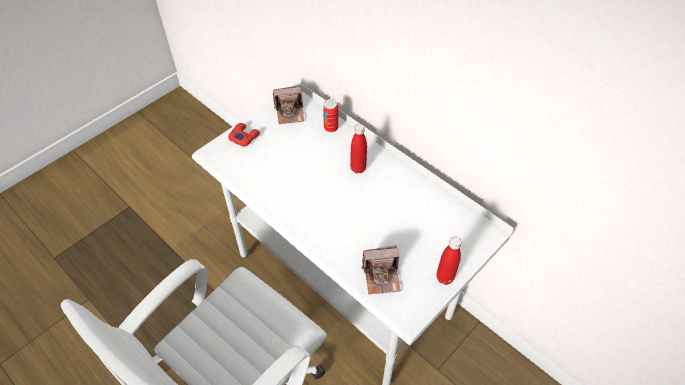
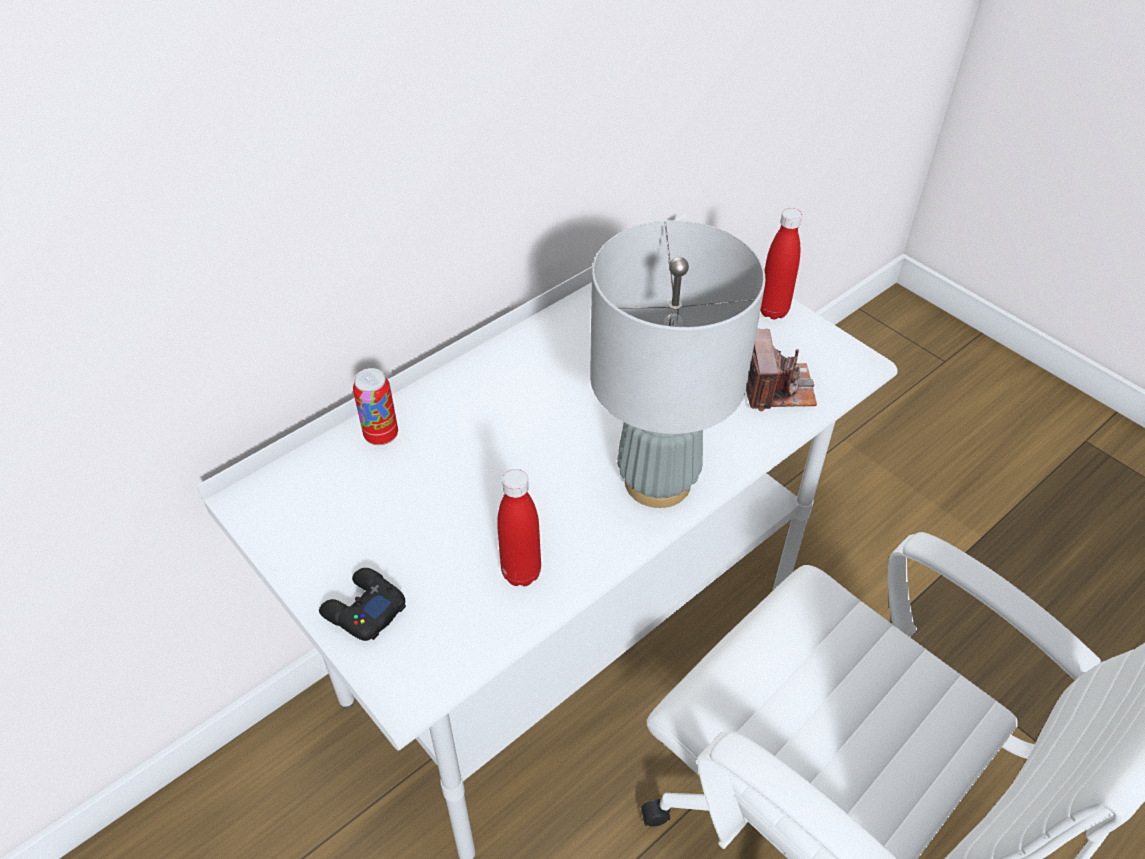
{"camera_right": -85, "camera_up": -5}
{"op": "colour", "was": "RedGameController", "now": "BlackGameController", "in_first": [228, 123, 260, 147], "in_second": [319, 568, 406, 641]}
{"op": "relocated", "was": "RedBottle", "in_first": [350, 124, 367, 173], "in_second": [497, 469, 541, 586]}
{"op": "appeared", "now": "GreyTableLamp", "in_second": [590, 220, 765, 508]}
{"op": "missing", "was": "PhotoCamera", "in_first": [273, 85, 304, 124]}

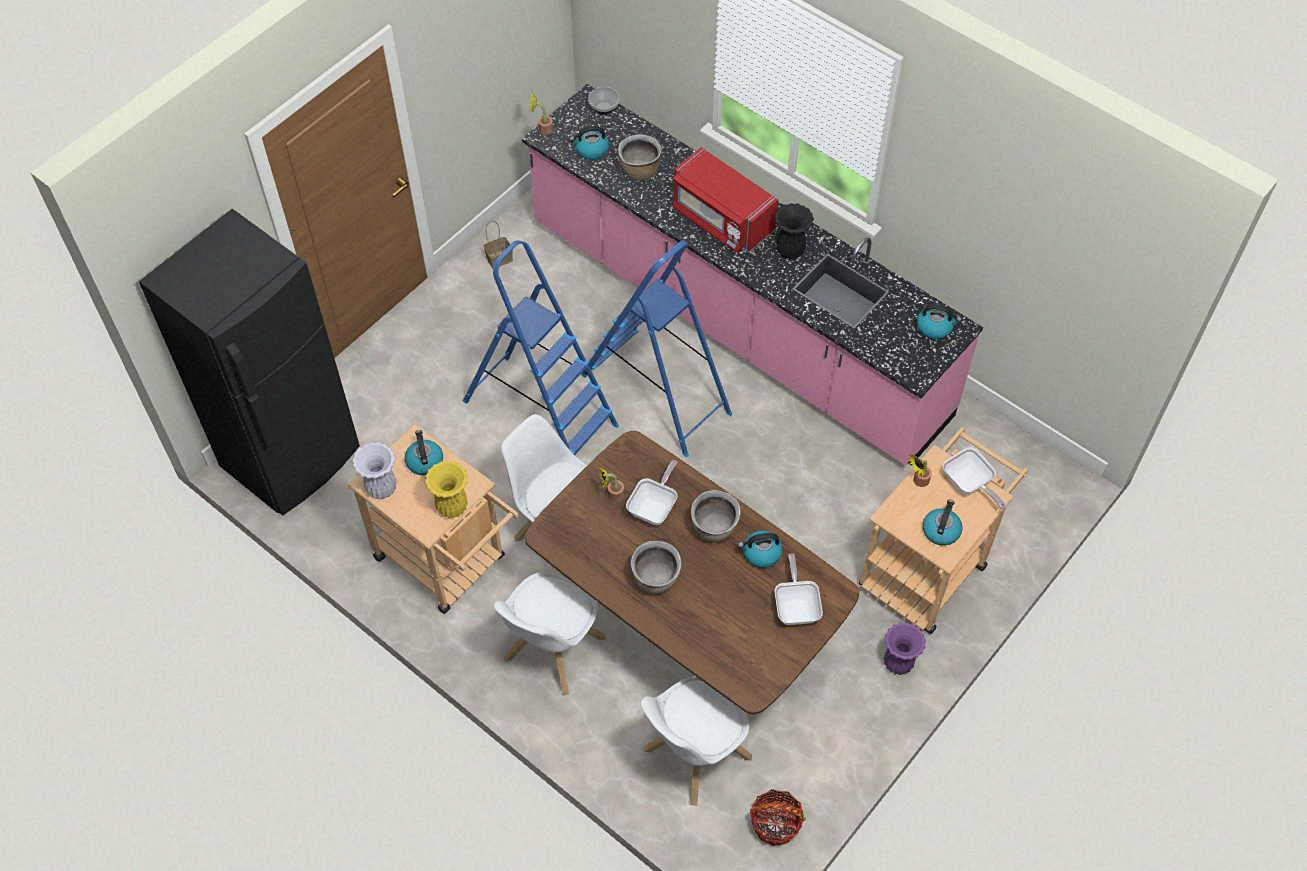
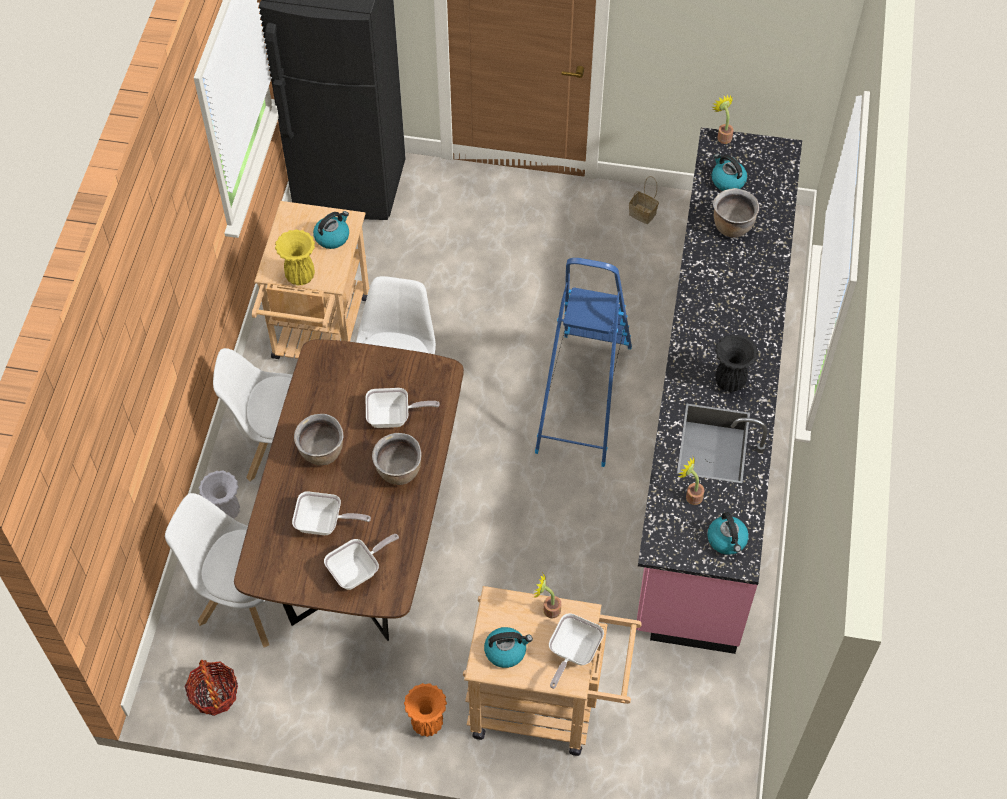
{"camera_right": 60, "camera_up": 0}
{"op": "relocated", "was": "WhiteVase", "in_first": [352, 442, 397, 499], "in_second": [199, 470, 240, 519]}
{"op": "appeared", "now": "FryingPan", "in_second": [292, 491, 371, 535]}
{"op": "colour", "was": "PurpleVase", "now": "OrangeVase", "in_first": [884, 623, 926, 675], "in_second": [404, 683, 447, 737]}
{"op": "relocated", "was": "PottedPlant", "in_first": [596, 465, 624, 502], "in_second": [678, 458, 705, 505]}
{"op": "missing", "was": "BlueStepLadder", "in_first": [463, 240, 619, 455]}
{"op": "missing", "was": "Bowl", "in_first": [588, 87, 619, 115]}
{"op": "missing", "was": "RedMicrowave", "in_first": [672, 147, 778, 253]}
{"op": "missing", "was": "Kettle", "in_first": [738, 531, 783, 568]}

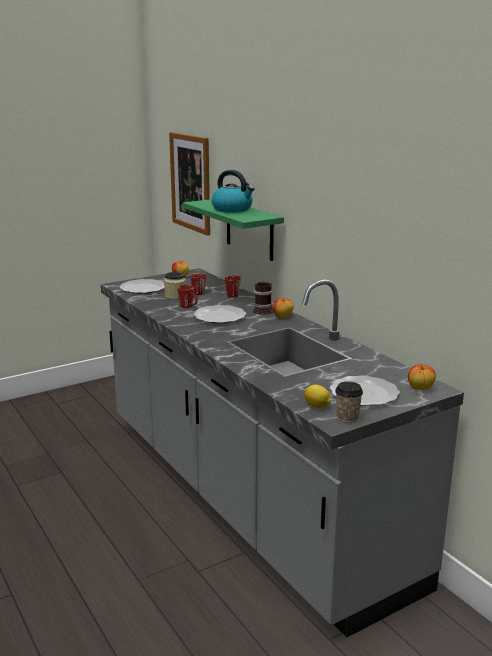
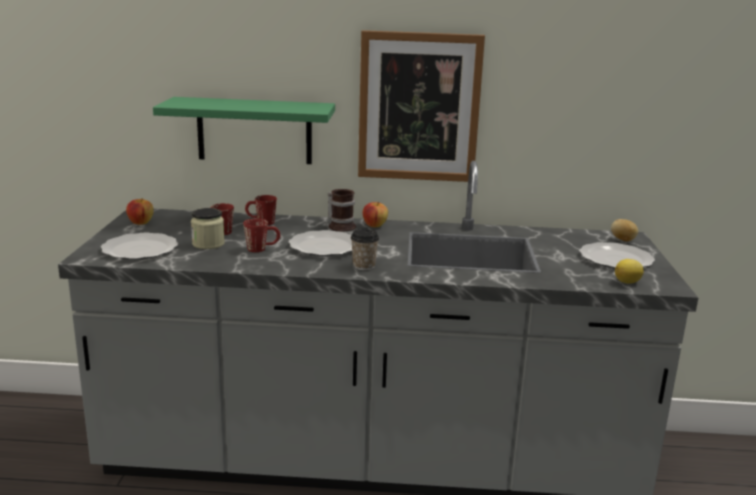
{"camera_right": -55, "camera_up": 0}
{"op": "relocated", "was": "Cup", "in_first": [335, 382, 363, 423], "in_second": [351, 229, 379, 270]}
{"op": "relocated", "was": "Picture", "in_first": [169, 132, 210, 236], "in_second": [358, 30, 485, 182]}
{"op": "exchanged", "was": "Apple", "now": "Potato", "in_first": [408, 364, 436, 390], "in_second": [611, 219, 638, 241]}
{"op": "missing", "was": "Kettle", "in_first": [212, 170, 255, 213]}

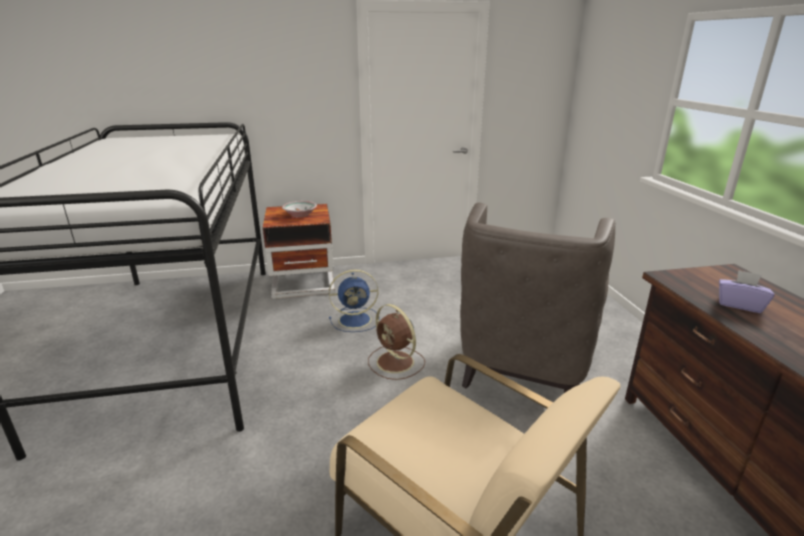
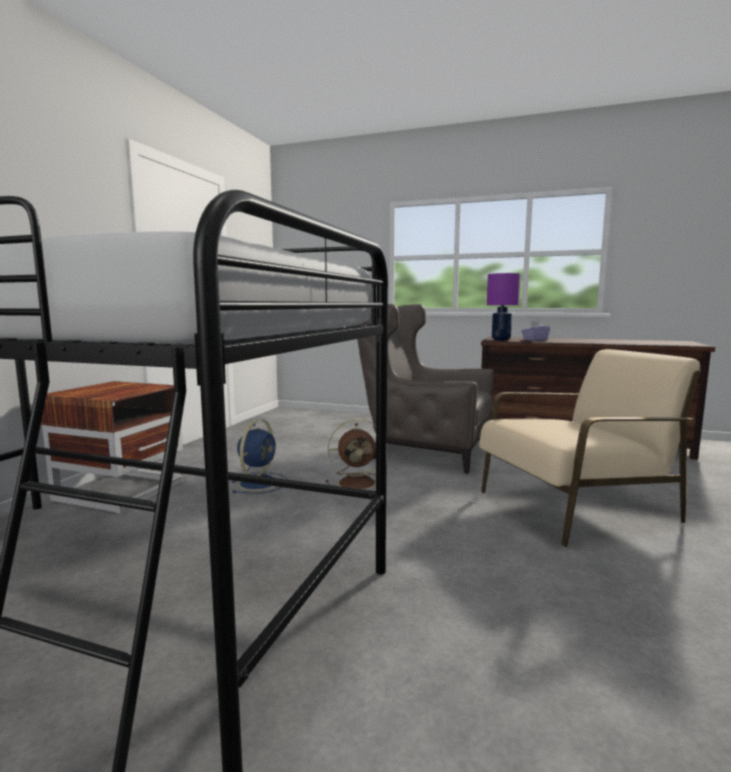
{"camera_right": -60, "camera_up": -15}
{"op": "spun", "was": "GreyArmchair", "in_first": [460, 203, 615, 393], "in_second": [357, 304, 494, 474], "clockwise": 150}
{"op": "appeared", "now": "PurpleTableLamp", "in_second": [487, 273, 521, 340]}
{"op": "missing", "was": "Bowl", "in_first": [282, 201, 317, 218]}

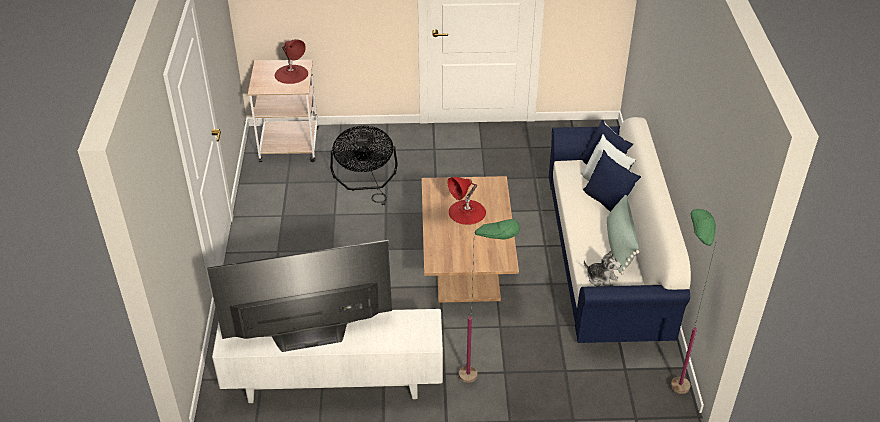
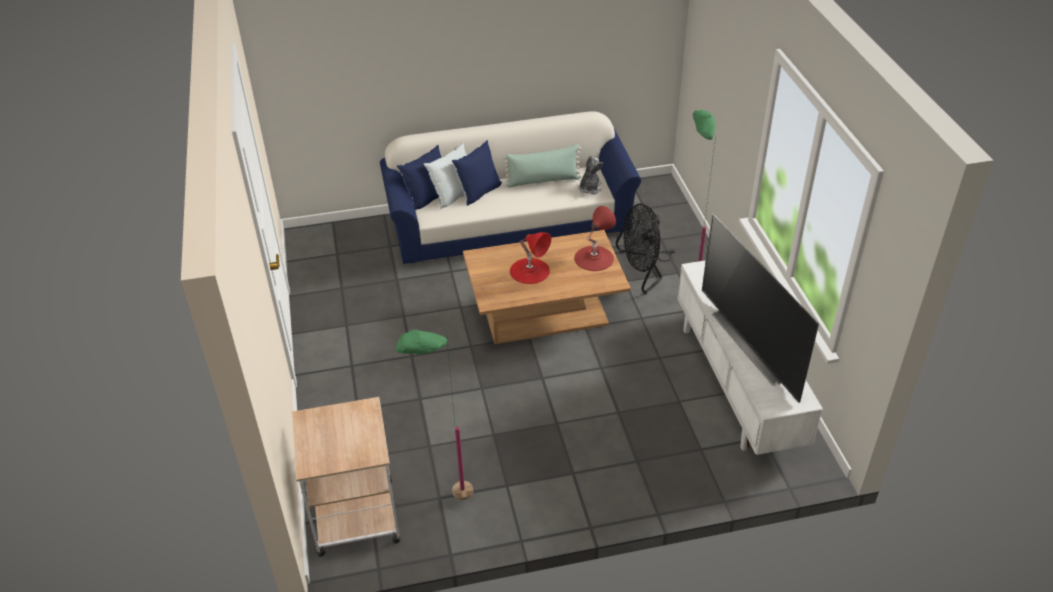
{"camera_right": -100, "camera_up": 0}
{"op": "relocated", "was": "GreenFloorLamp", "in_first": [671, 209, 716, 394], "in_second": [396, 330, 473, 500]}
{"op": "relocated", "was": "RedTableLamp", "in_first": [275, 39, 308, 84], "in_second": [574, 206, 616, 271]}
{"op": "relocated", "was": "BlackFan", "in_first": [330, 126, 398, 206], "in_second": [616, 203, 676, 295]}

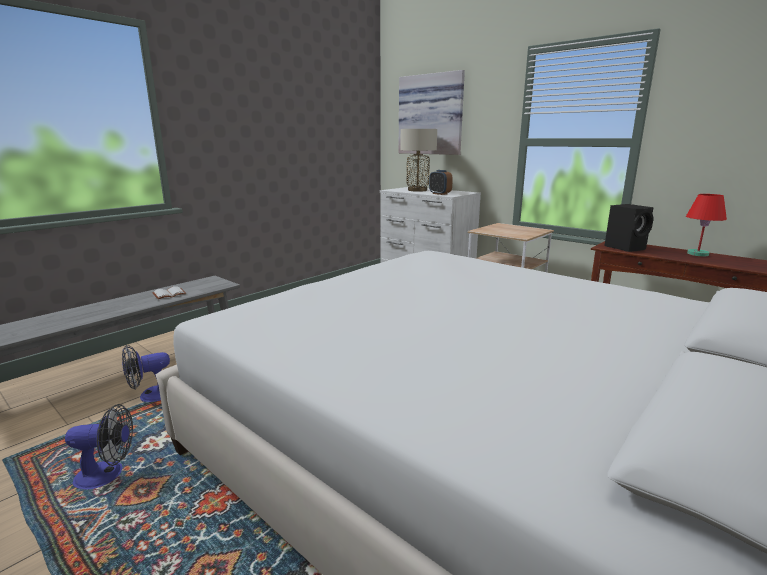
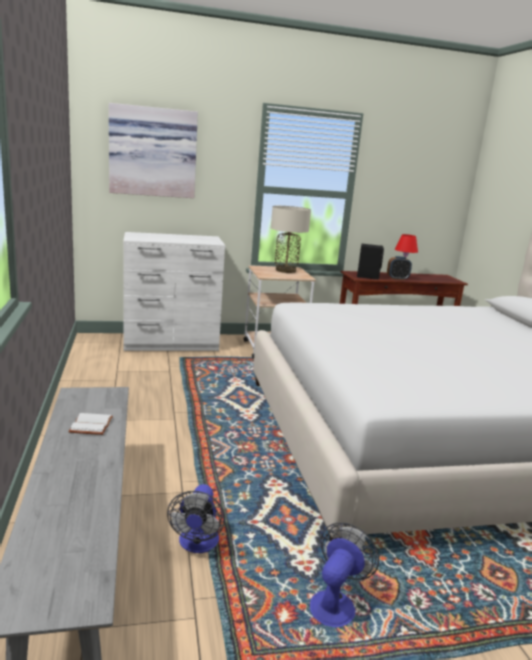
{"camera_right": -55, "camera_up": 0}
{"op": "relocated", "was": "TableLamp", "in_first": [400, 129, 437, 192], "in_second": [271, 206, 311, 273]}
{"op": "relocated", "was": "AlarmClock", "in_first": [429, 170, 453, 195], "in_second": [387, 256, 412, 280]}

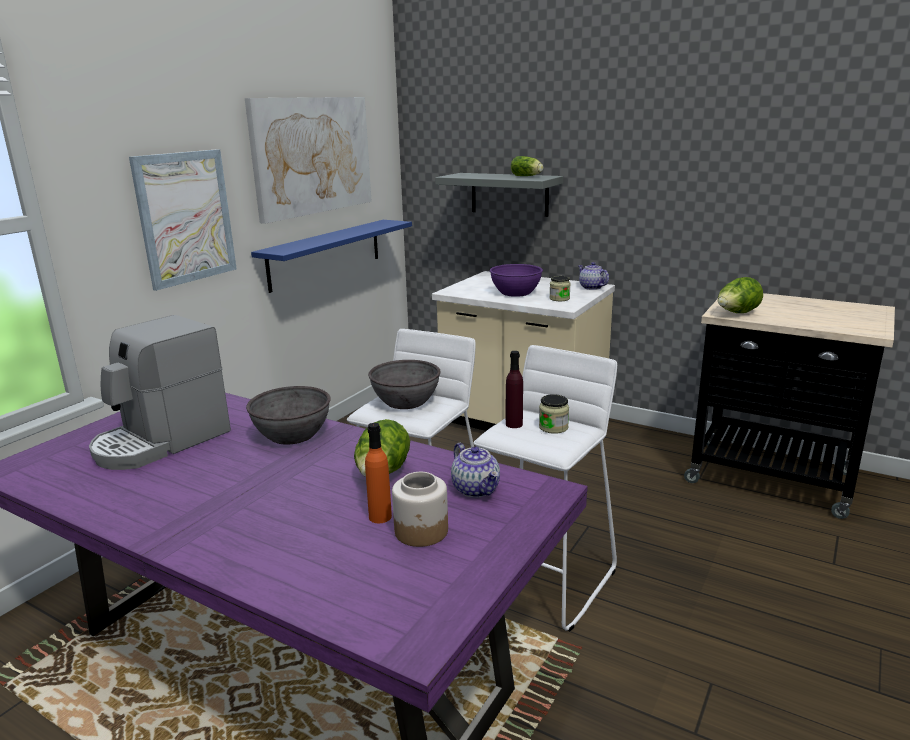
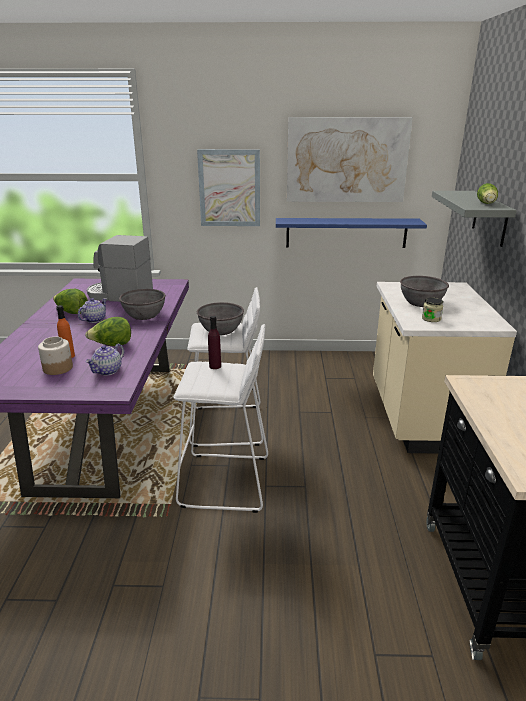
{"camera_right": 60, "camera_up": 5}
{"op": "relocated", "was": "Lettuce", "in_first": [718, 277, 763, 313], "in_second": [53, 289, 88, 314]}
{"op": "relocated", "was": "Teapot", "in_first": [578, 262, 609, 290], "in_second": [78, 298, 107, 323]}
{"op": "colour", "was": "PurpleBowl", "now": "GreyBowl", "in_first": [490, 264, 543, 297], "in_second": [400, 276, 449, 307]}
{"op": "missing", "was": "Jar", "in_first": [539, 394, 569, 434]}

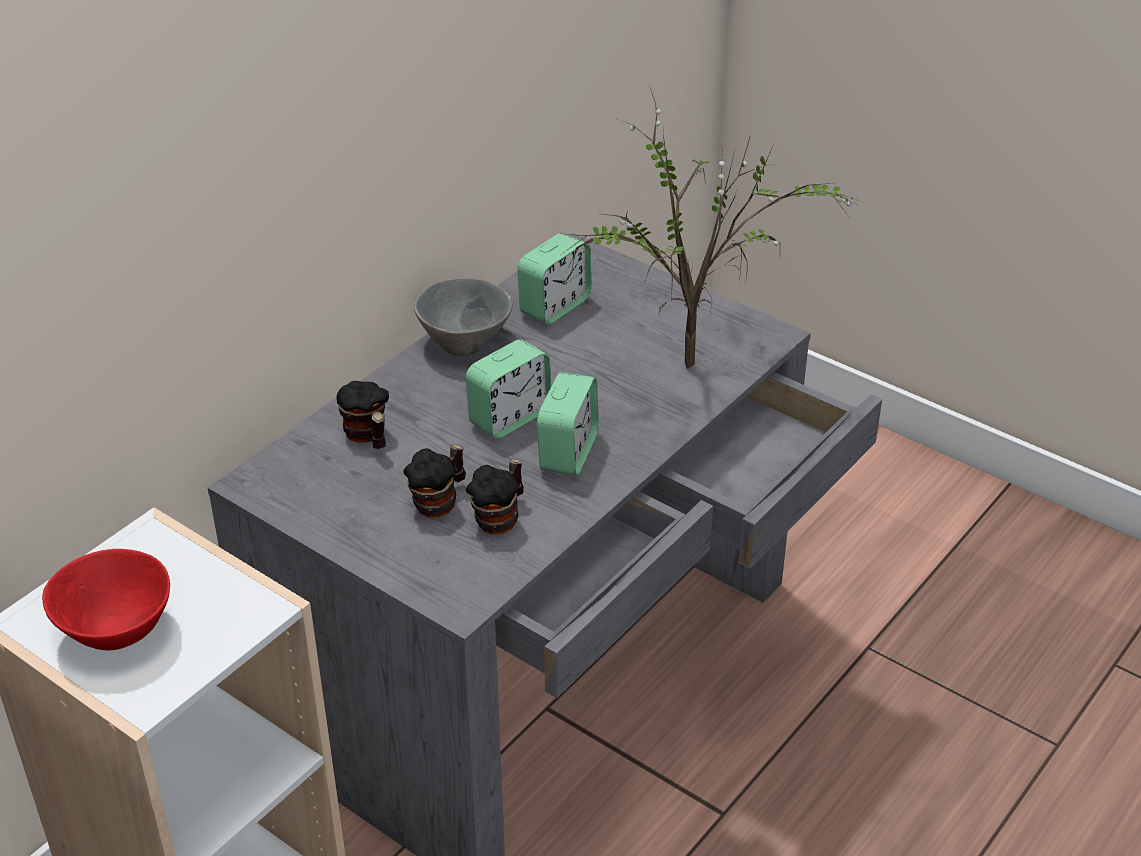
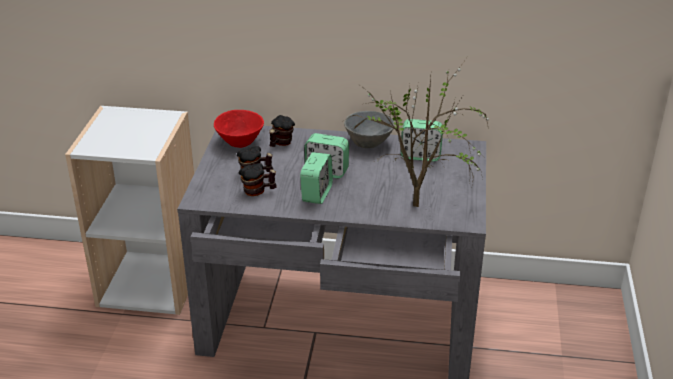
{"camera_right": 60, "camera_up": -5}
{"op": "relocated", "was": "RedBowl", "in_first": [42, 549, 170, 650], "in_second": [214, 110, 264, 148]}
{"op": "spun", "was": "AlarmClock", "in_first": [537, 372, 599, 476], "in_second": [300, 152, 333, 204], "clockwise": -60}

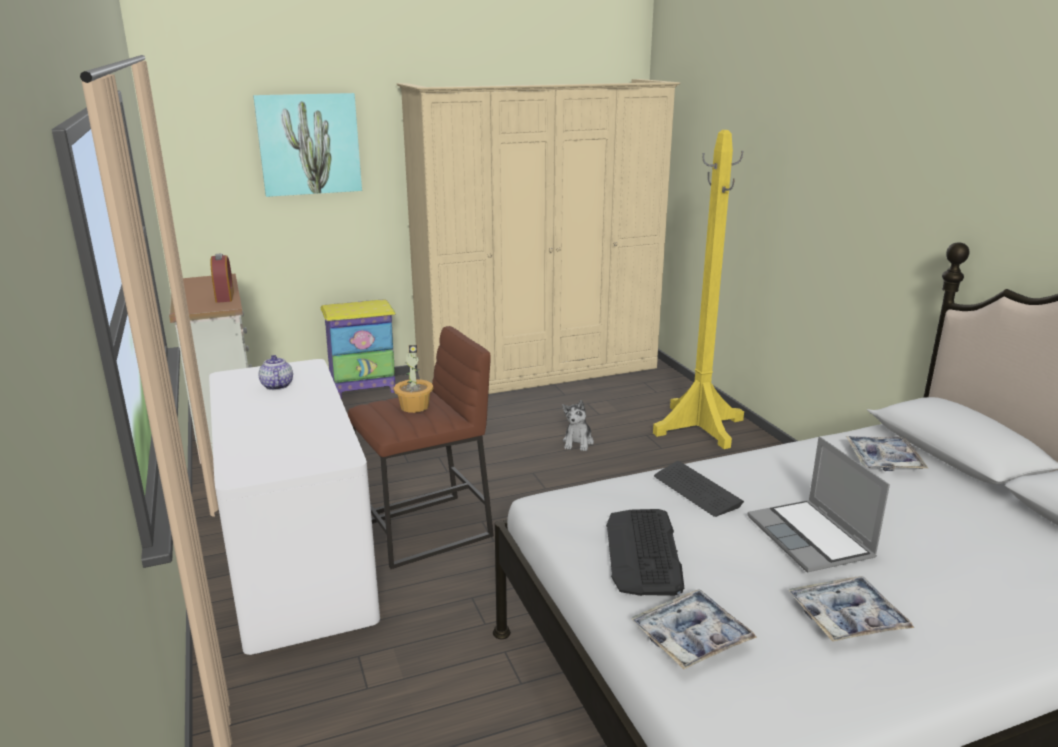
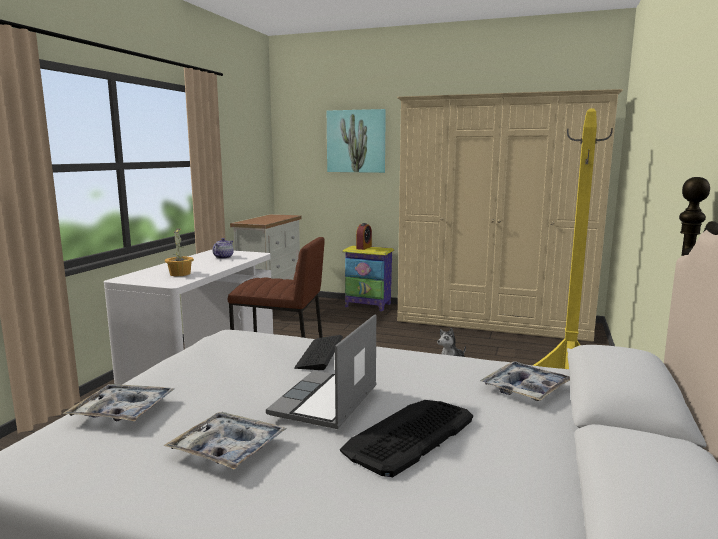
{"camera_right": 40, "camera_up": -10}
{"op": "relocated", "was": "PottedPlant", "in_first": [394, 345, 433, 413], "in_second": [165, 228, 194, 276]}
{"op": "relocated", "was": "Keyboard", "in_first": [606, 509, 684, 596], "in_second": [340, 400, 473, 477]}
{"op": "relocated", "was": "AlarmClock", "in_first": [210, 253, 234, 303], "in_second": [356, 223, 372, 250]}

